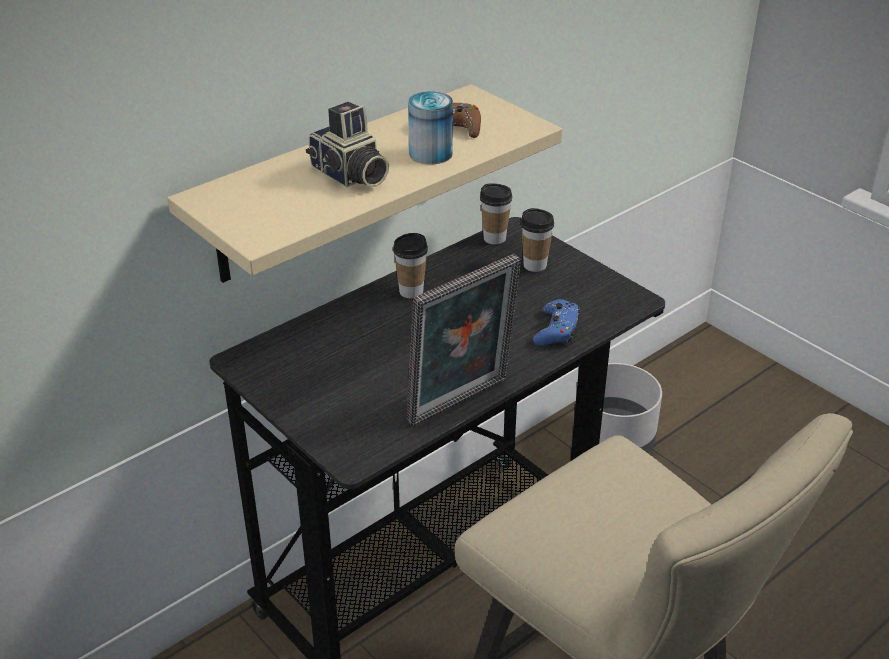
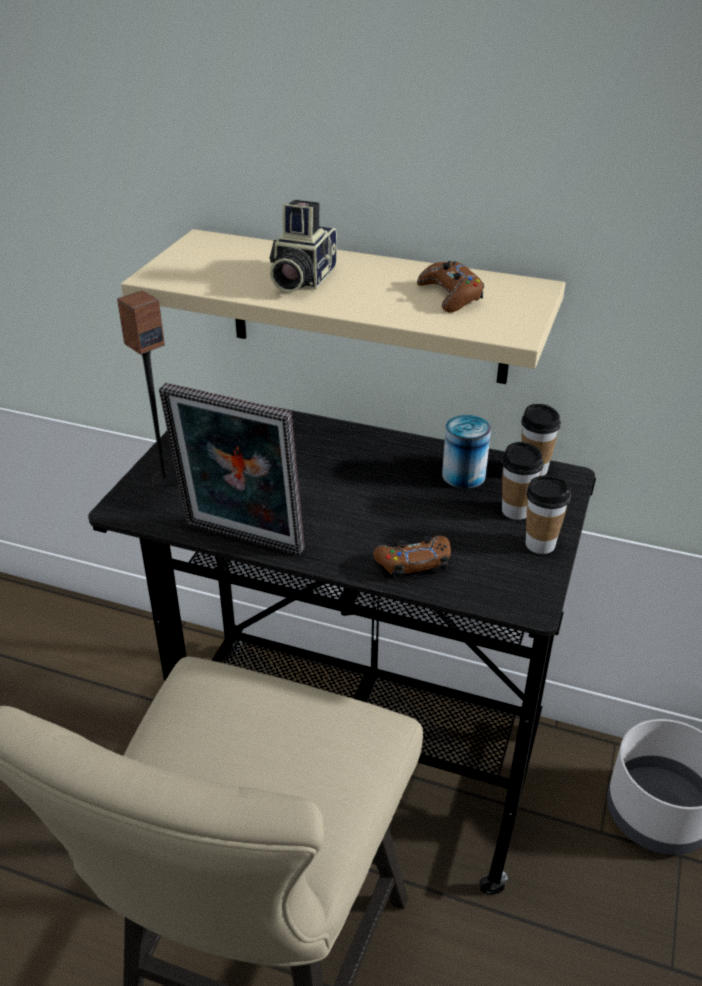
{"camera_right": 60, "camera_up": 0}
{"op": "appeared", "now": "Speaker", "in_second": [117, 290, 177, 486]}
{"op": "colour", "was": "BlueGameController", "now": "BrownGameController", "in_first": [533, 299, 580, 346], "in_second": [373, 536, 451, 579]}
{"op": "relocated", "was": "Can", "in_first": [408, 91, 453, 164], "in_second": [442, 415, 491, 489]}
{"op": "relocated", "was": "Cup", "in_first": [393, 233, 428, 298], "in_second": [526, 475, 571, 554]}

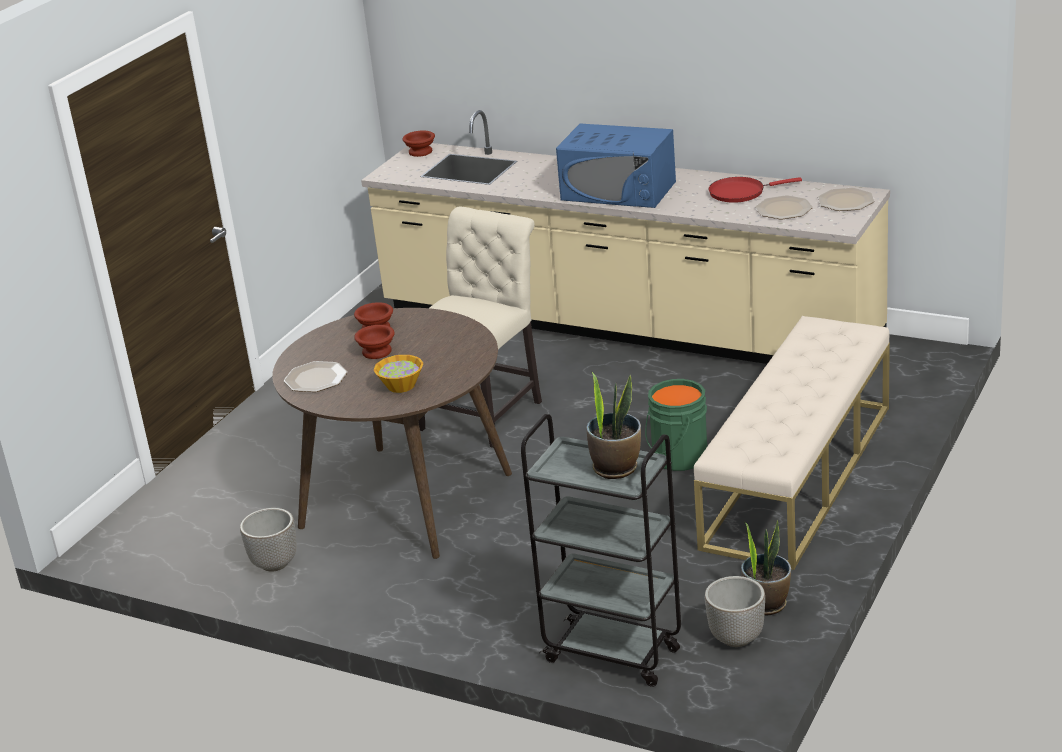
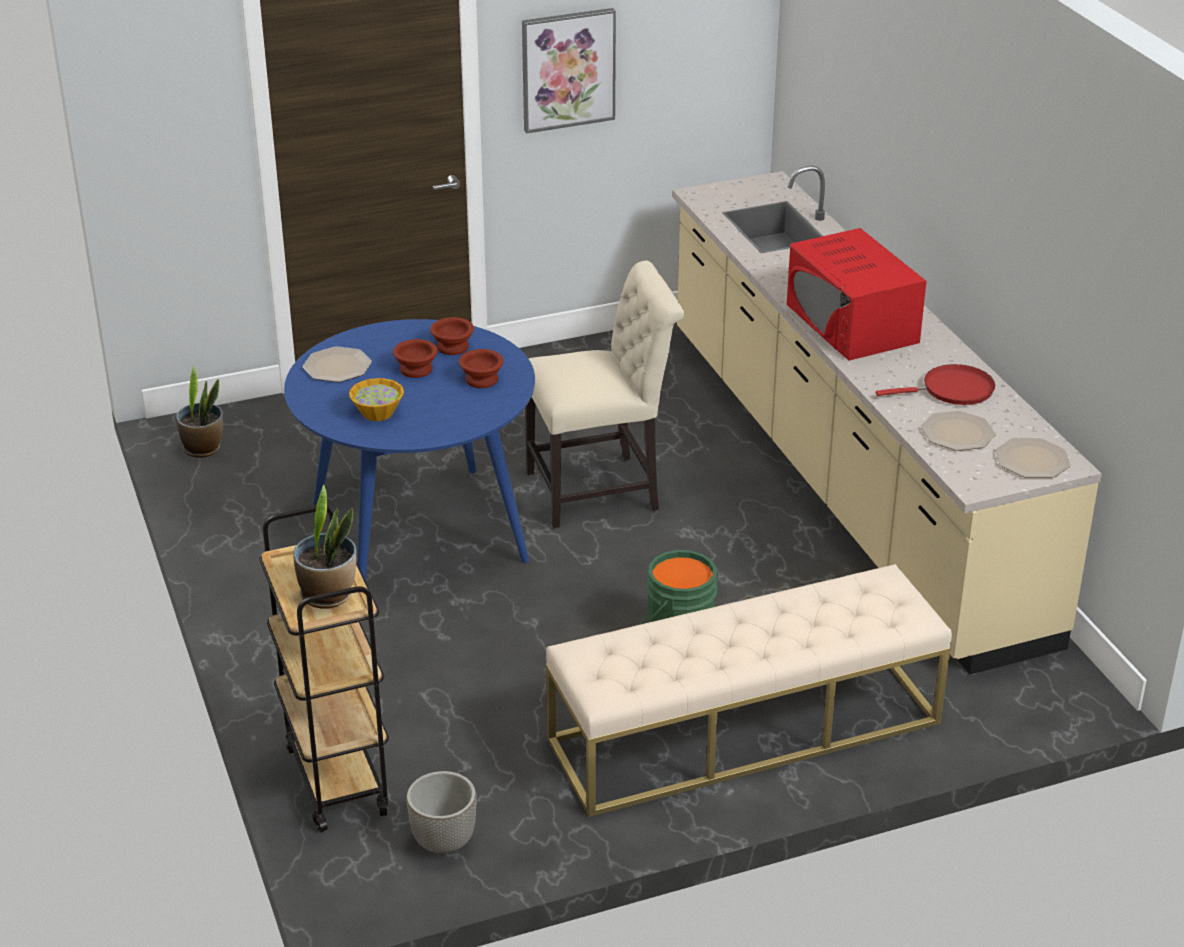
{"camera_right": 40, "camera_up": 5}
{"op": "relocated", "was": "PottedPlant", "in_first": [741, 520, 791, 616], "in_second": [176, 365, 223, 458]}
{"op": "colour", "was": "GreyCart", "now": "BrownCart", "in_first": [521, 414, 681, 687], "in_second": [259, 506, 389, 832]}
{"op": "colour", "was": "BrownDiningTable", "now": "BlueDiningTable", "in_first": [272, 308, 512, 559], "in_second": [284, 319, 535, 581]}
{"op": "relocated", "was": "BrownBowl", "in_first": [403, 131, 435, 157], "in_second": [459, 349, 504, 388]}
{"op": "appeared", "now": "Picture", "in_second": [522, 8, 616, 133]}
{"op": "colour", "was": "BlueMicrowave", "now": "RedMicrowave", "in_first": [556, 124, 676, 208], "in_second": [787, 228, 926, 361]}
{"op": "spun", "was": "RedFryingPan", "in_first": [709, 177, 802, 203], "in_second": [876, 364, 995, 405], "clockwise": 135}
{"op": "missing", "was": "Planter", "in_first": [240, 508, 297, 572]}

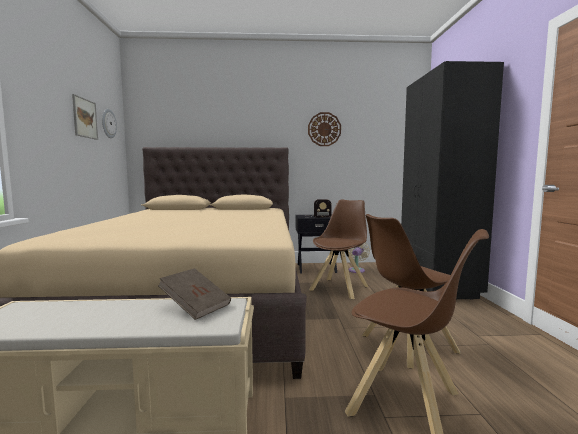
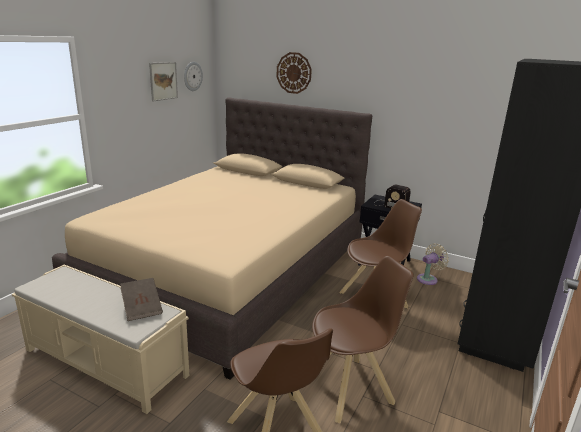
{"camera_right": 30, "camera_up": 15}
{"op": "relocated", "was": "WallClock", "in_first": [308, 112, 341, 146], "in_second": [277, 52, 312, 94]}
{"op": "spun", "was": "BrownChair", "in_first": [362, 214, 461, 369], "in_second": [312, 256, 414, 424], "clockwise": 150}

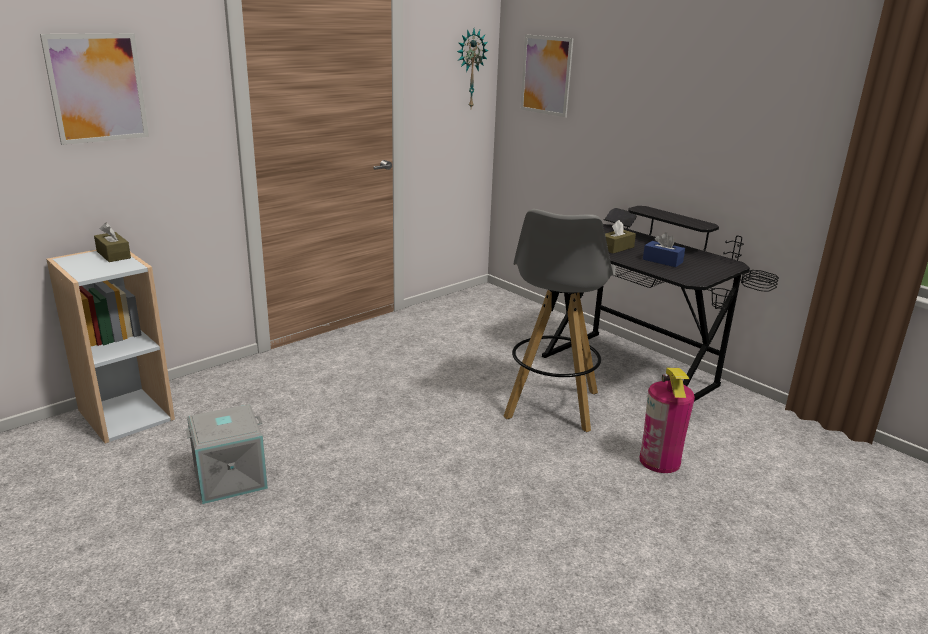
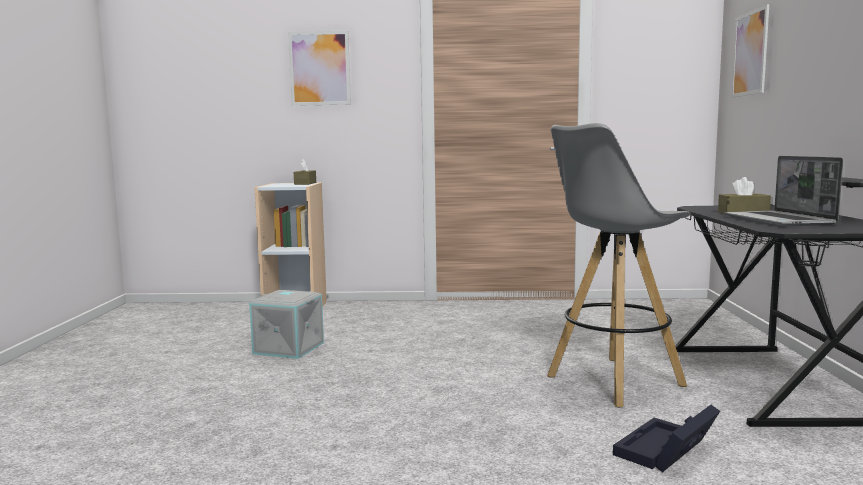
{"camera_right": 45, "camera_up": -15}
{"op": "exchanged", "was": "FireExtinguisher", "now": "BlackStorageBox", "in_first": [640, 367, 695, 473], "in_second": [613, 405, 720, 472]}
{"op": "exchanged", "was": "BlueTissueBox", "now": "Laptop", "in_first": [643, 232, 685, 267], "in_second": [724, 156, 843, 226]}
{"op": "missing", "was": "WallClock", "in_first": [457, 29, 489, 108]}

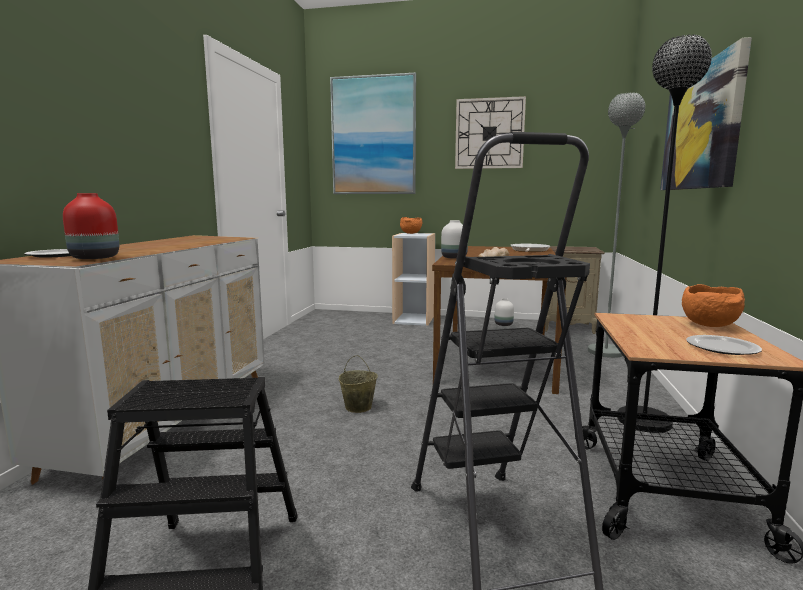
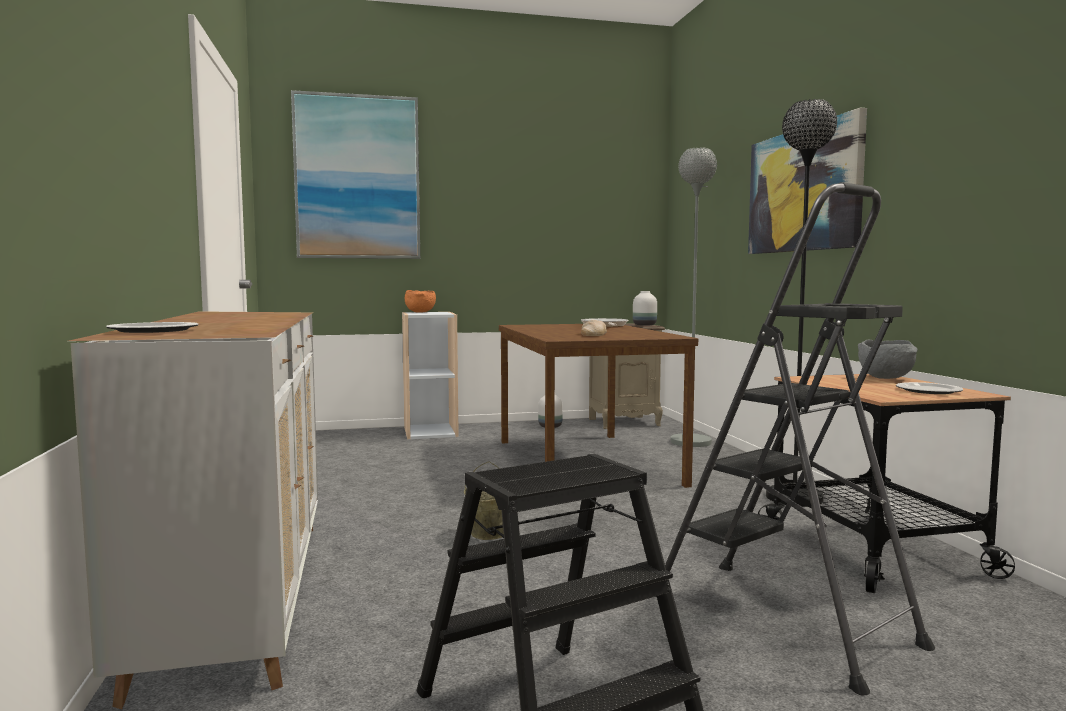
{"camera_right": -25, "camera_up": -5}
{"op": "relocated", "was": "WhiteVase", "in_first": [441, 220, 468, 259], "in_second": [633, 291, 657, 326]}
{"op": "colour", "was": "OrangeBowl", "now": "GreyBowl", "in_first": [682, 284, 745, 327], "in_second": [858, 340, 918, 379]}
{"op": "missing", "was": "RedVase", "in_first": [63, 193, 119, 259]}
{"op": "missing", "was": "WallClock", "in_first": [455, 96, 526, 169]}

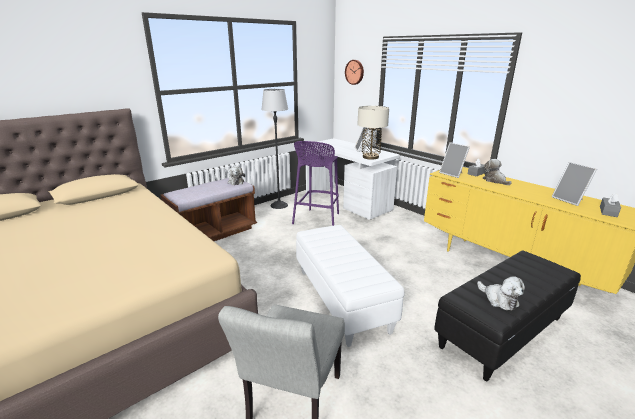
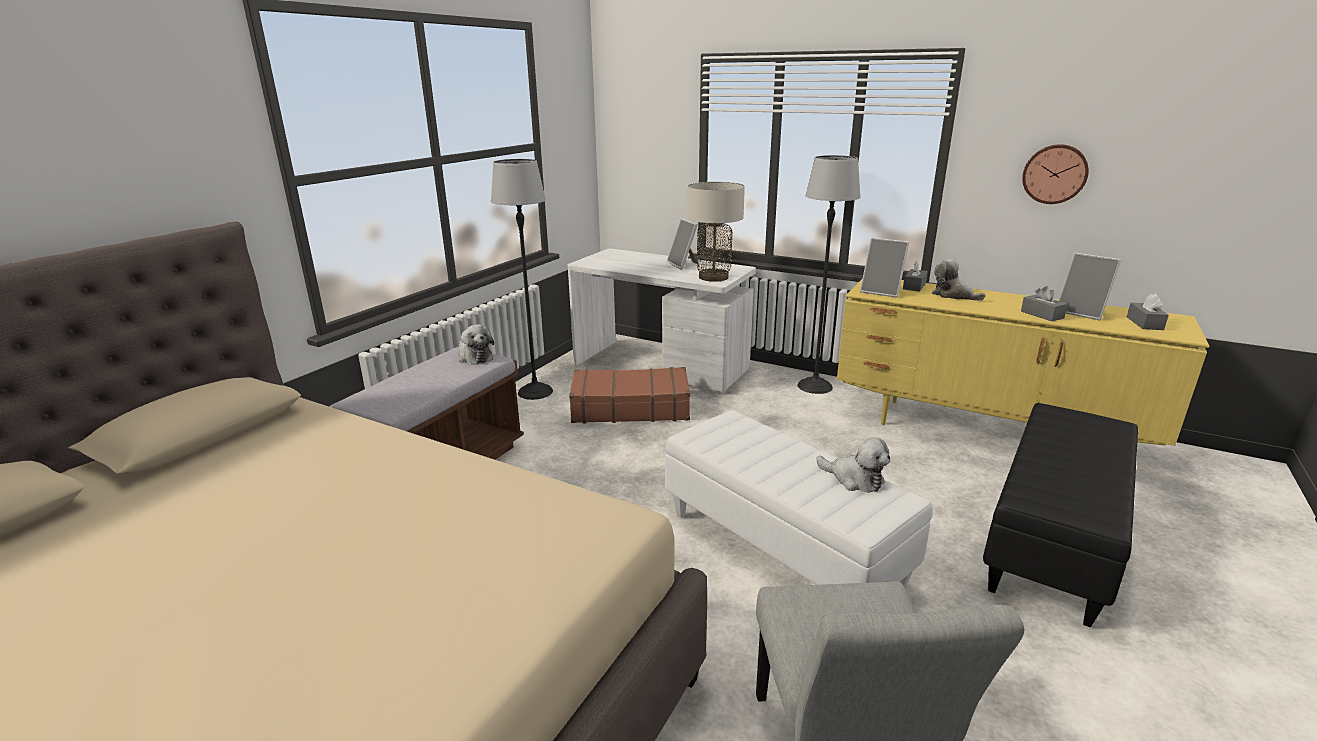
{"camera_right": -20, "camera_up": 0}
{"op": "exchanged", "was": "PurpleStool", "now": "BrownSuitcase", "in_first": [292, 141, 339, 226], "in_second": [569, 367, 690, 424]}
{"op": "appeared", "now": "FloorLamp", "in_second": [797, 155, 861, 394]}
{"op": "relocated", "was": "PlushToy", "in_first": [477, 276, 525, 311], "in_second": [816, 438, 890, 493]}
{"op": "appeared", "now": "GreyTissueBox", "in_second": [1021, 286, 1068, 321]}
{"op": "relocated", "was": "WallClock", "in_first": [345, 60, 364, 85], "in_second": [1022, 144, 1089, 204]}

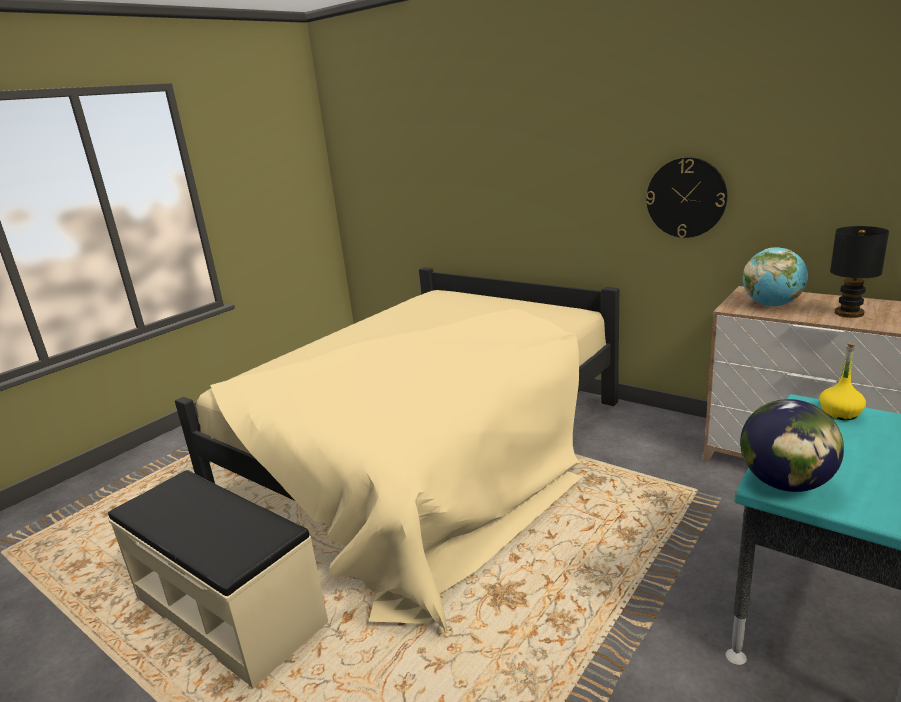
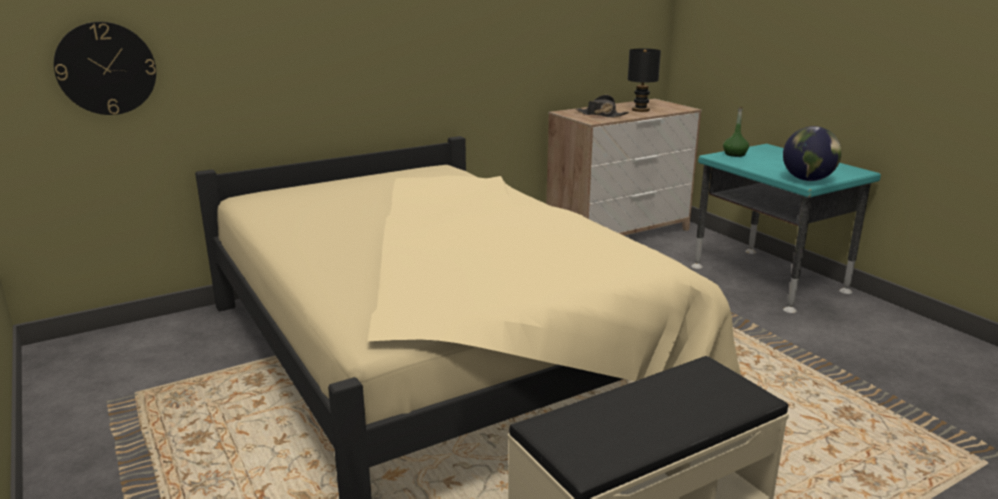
{"camera_right": -70, "camera_up": 0}
{"op": "relocated", "was": "WallClock", "in_first": [646, 157, 727, 238], "in_second": [54, 22, 156, 115]}
{"op": "exchanged", "was": "Globe", "now": "BlackHat", "in_first": [743, 248, 808, 307], "in_second": [576, 95, 629, 118]}
{"op": "colour", "was": "YellowBottle", "now": "GreenBottle", "in_first": [819, 343, 866, 420], "in_second": [723, 107, 749, 157]}

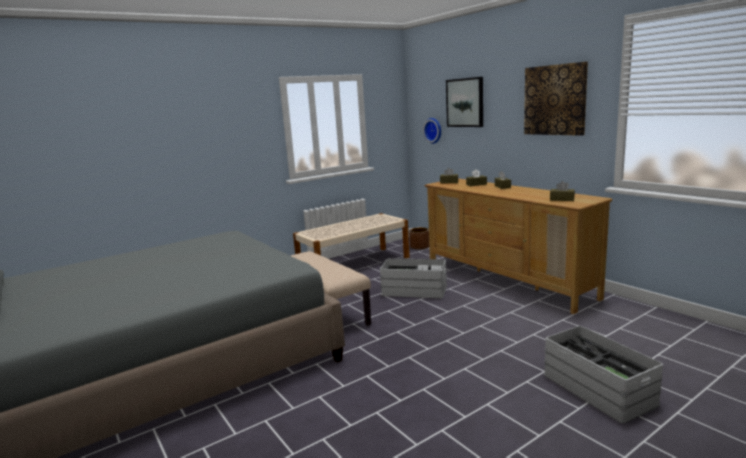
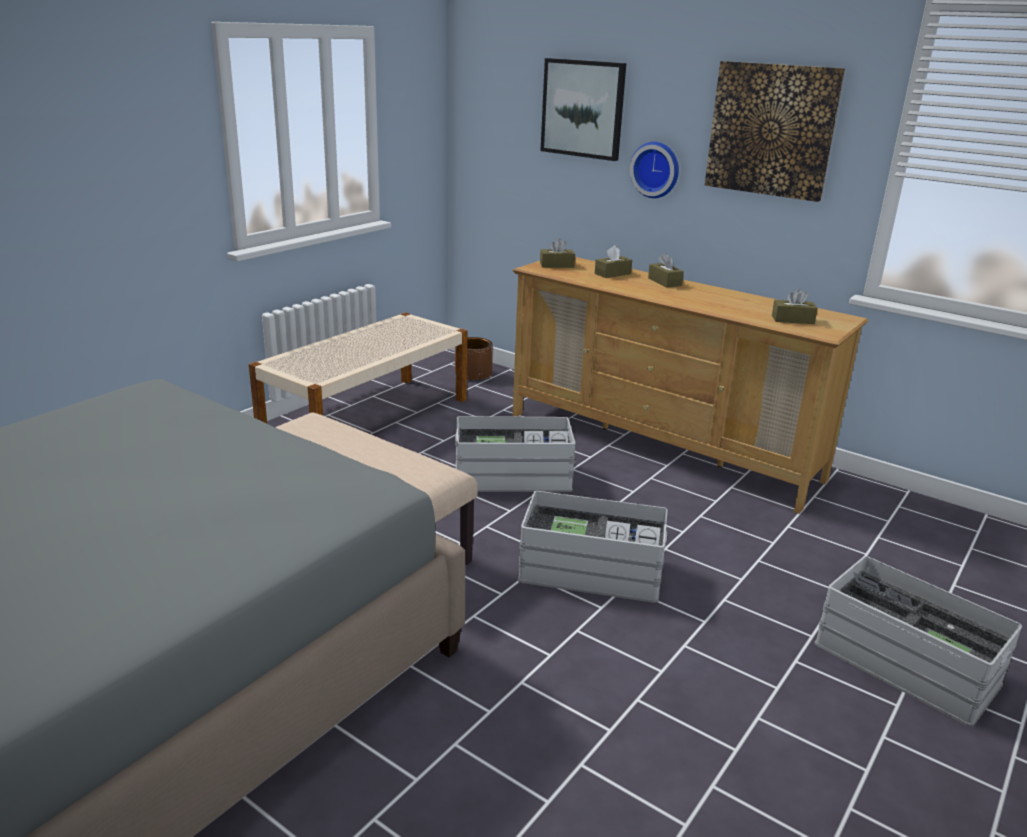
{"camera_right": -20, "camera_up": 10}
{"op": "appeared", "now": "GreyStorageBox", "in_second": [518, 491, 668, 603]}
{"op": "relocated", "was": "WallClock", "in_first": [423, 118, 441, 144], "in_second": [630, 142, 679, 198]}

